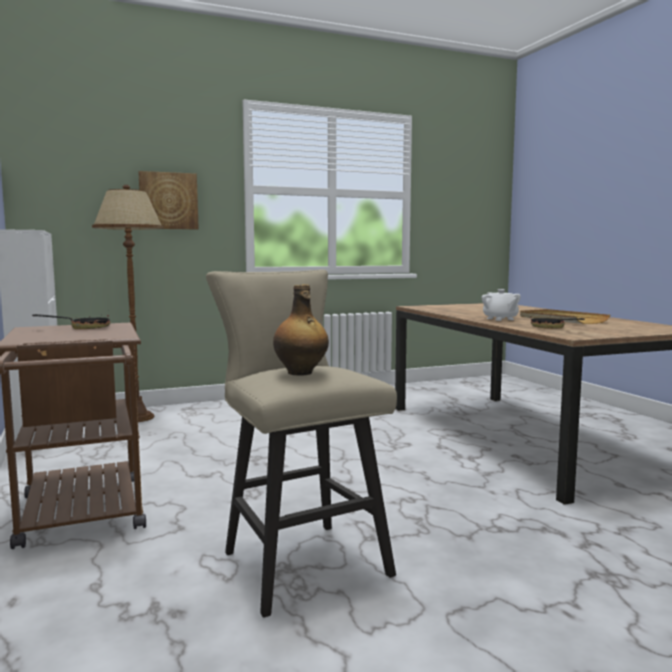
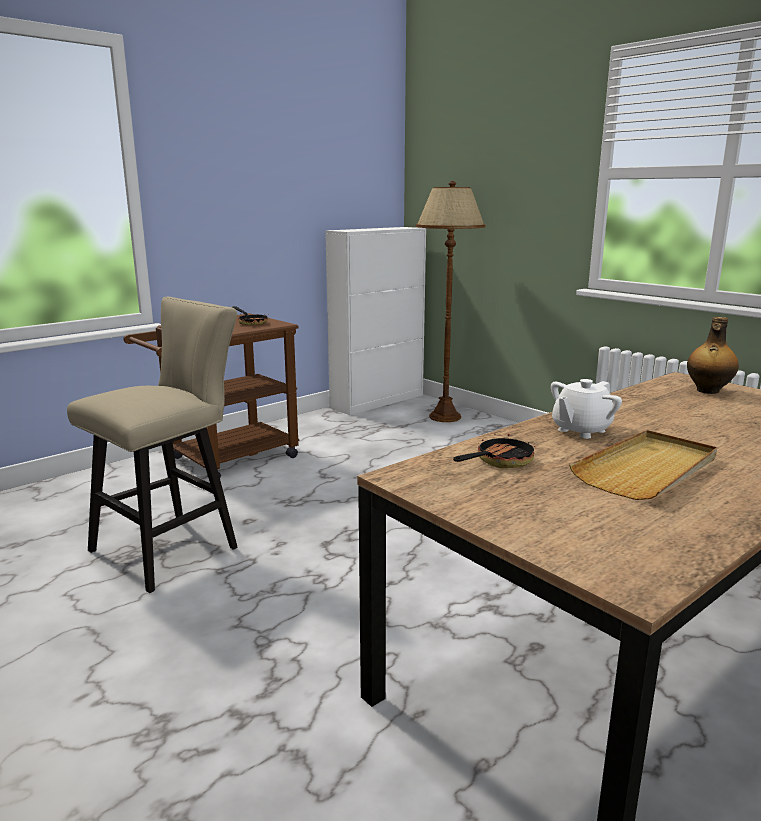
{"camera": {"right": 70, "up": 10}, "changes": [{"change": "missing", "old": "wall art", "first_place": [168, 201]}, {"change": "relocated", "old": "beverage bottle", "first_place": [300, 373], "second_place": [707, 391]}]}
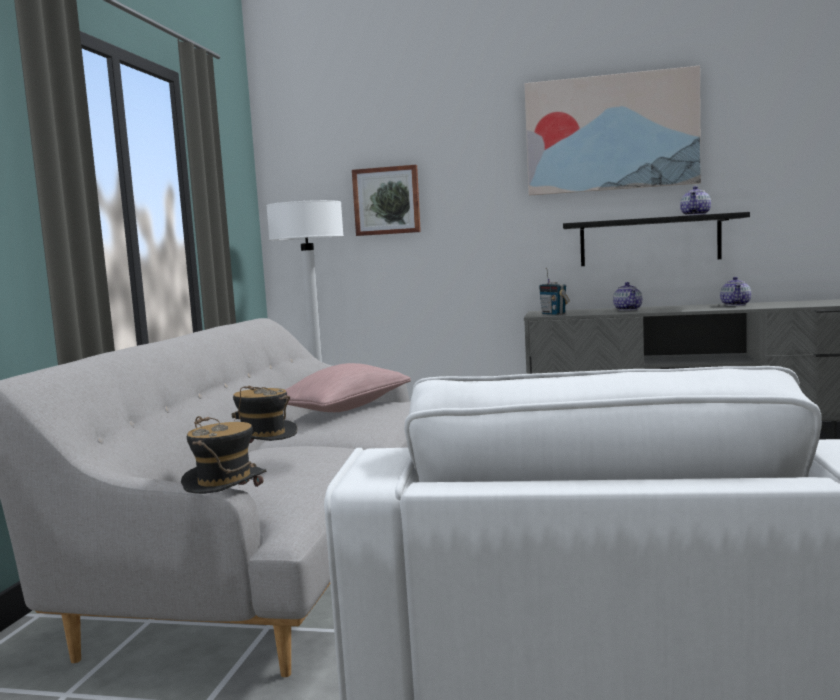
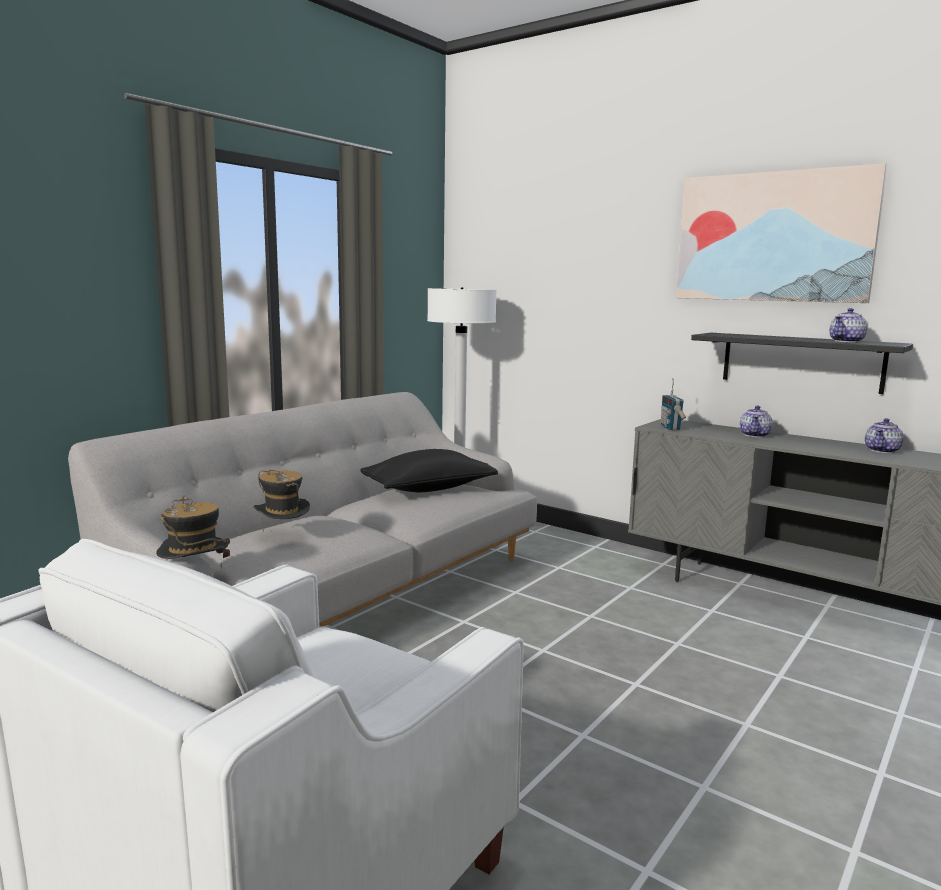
{"camera": {"right": 25, "up": 5}, "changes": [{"change": "missing", "old": "wall art", "first_place": [387, 201]}, {"change": "colour", "old": "throw pillow in pink", "new": "throw pillow in black-coloured", "first_place": [344, 408], "second_place": [429, 489]}]}
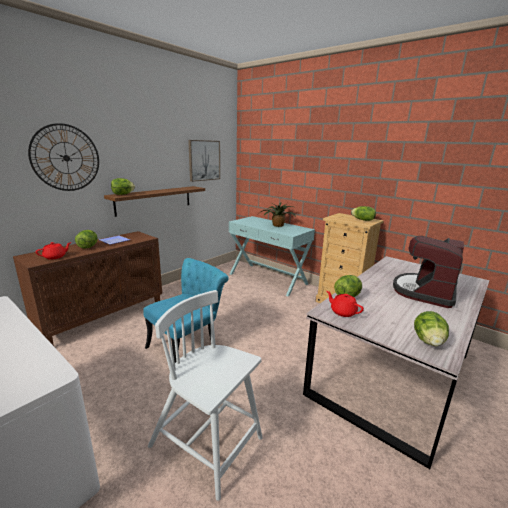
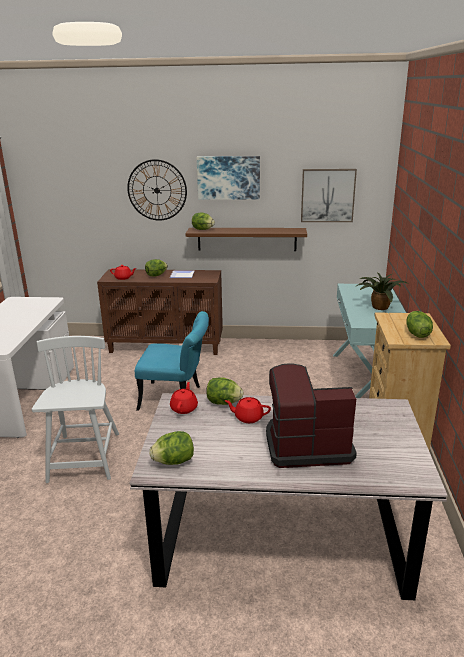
{"camera": {"right": 55, "up": 5}, "changes": [{"change": "appeared", "new": "wall art", "second_place": [228, 177]}, {"change": "appeared", "new": "teapot in red", "second_place": [248, 417]}]}
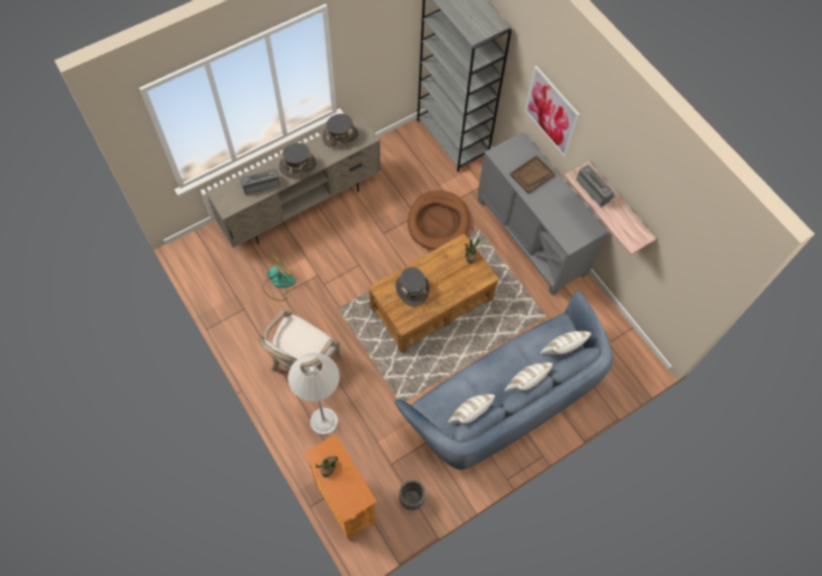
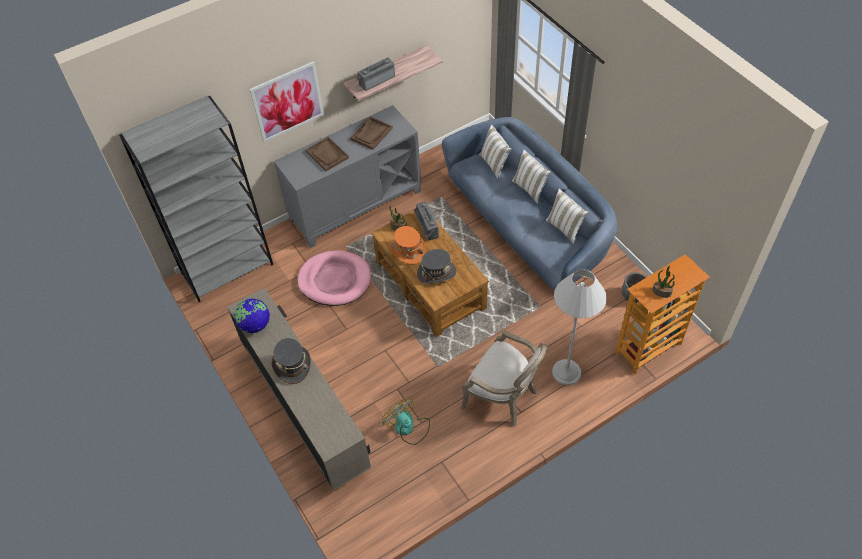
{"camera": {"right": -85, "up": -10}, "changes": [{"change": "appeared", "new": "tray in brown-coloured", "second_place": [371, 134]}, {"change": "appeared", "new": "clothing hat in orange", "second_place": [408, 250]}, {"change": "relocated", "old": "radio", "first_place": [261, 184], "second_place": [425, 227]}, {"change": "exchanged", "old": "clothing hat in grey", "new": "globe", "first_place": [340, 136], "second_place": [255, 325]}, {"change": "colour", "old": "pet bed in brown-coloured", "new": "pet bed in pink", "first_place": [438, 222], "second_place": [335, 280]}]}
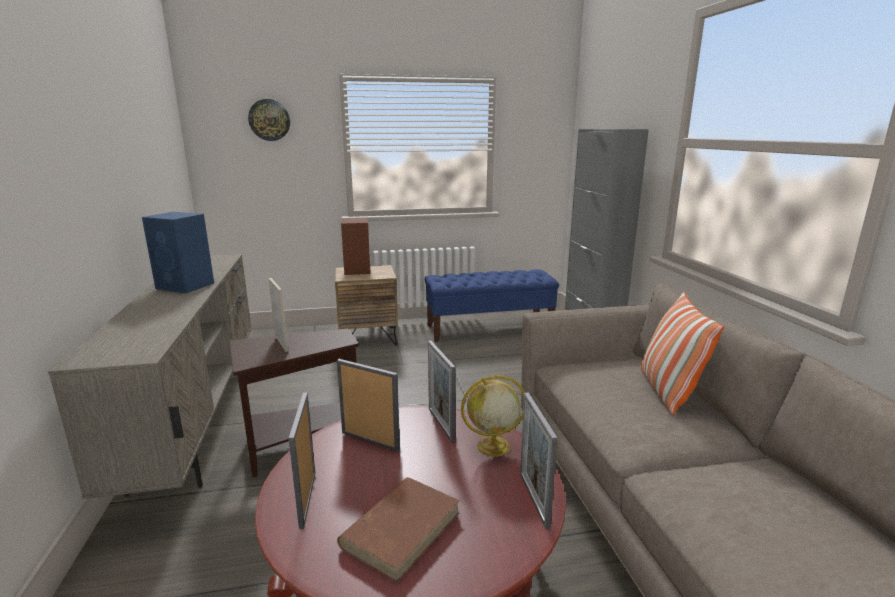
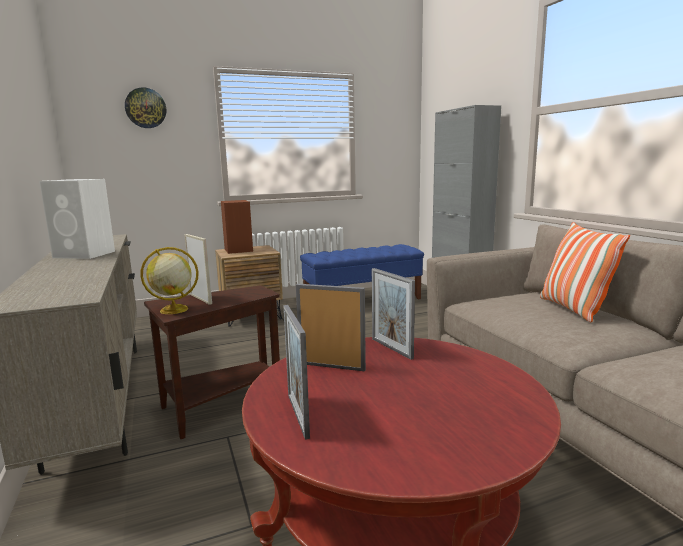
{"camera": {"right": -10, "up": -5}, "changes": [{"change": "missing", "old": "volume in brown-coloured", "first_place": [402, 529]}, {"change": "missing", "old": "picture frame", "first_place": [533, 499]}, {"change": "relocated", "old": "globe", "first_place": [492, 447], "second_place": [173, 310]}, {"change": "colour", "old": "loudspeaker in bluish", "new": "loudspeaker in whitish", "first_place": [186, 286], "second_place": [85, 254]}]}
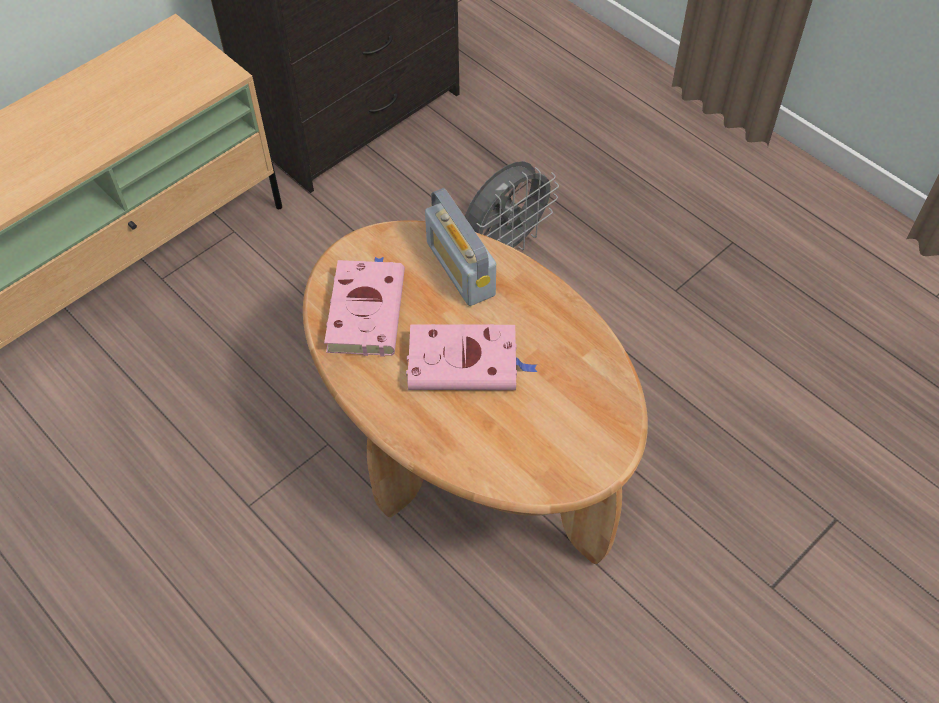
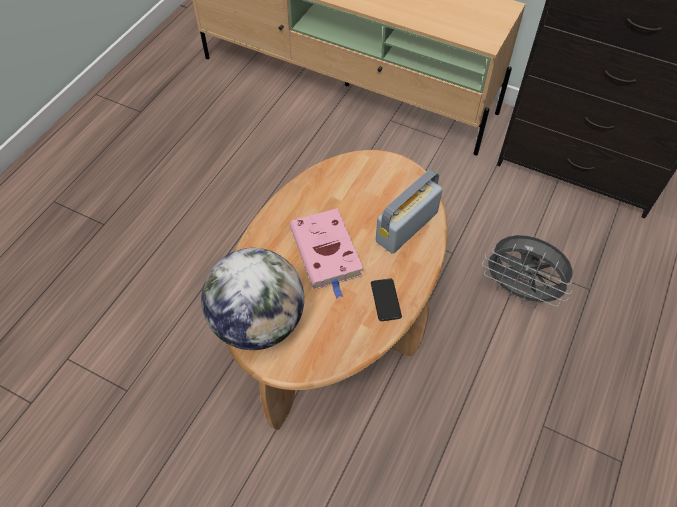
{"camera": {"right": 70, "up": 0}, "changes": [{"change": "missing", "old": "volume in pink", "first_place": [365, 309]}, {"change": "appeared", "new": "globe", "second_place": [258, 322]}, {"change": "appeared", "new": "handset", "second_place": [385, 300]}]}
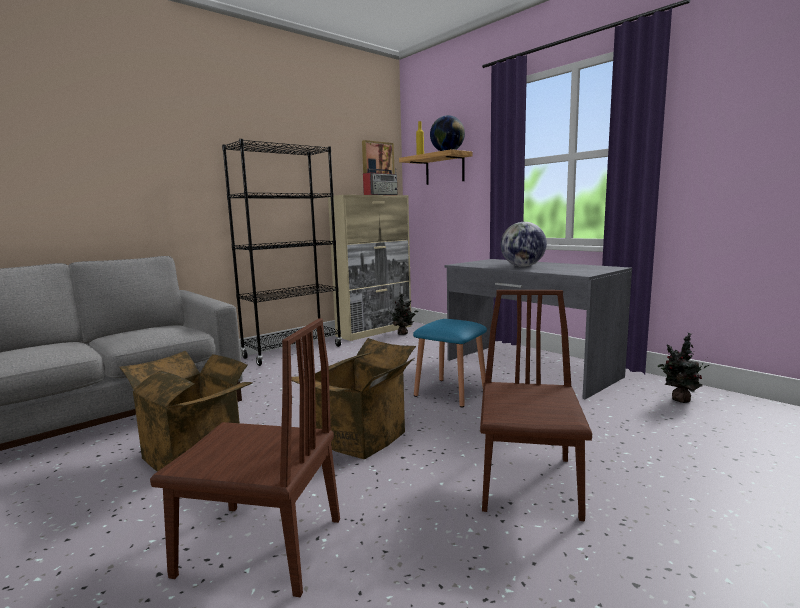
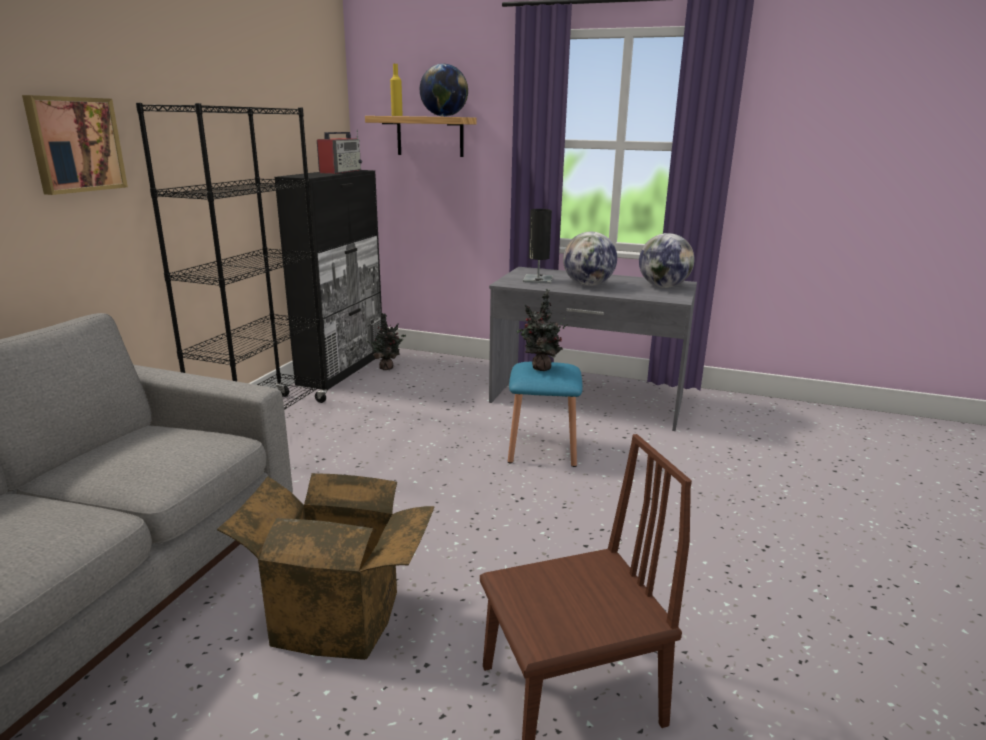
{"camera": {"right": -30, "up": 10}, "changes": [{"change": "missing", "old": "cardboard box", "first_place": [362, 439]}, {"change": "missing", "old": "upright chair in brown-coloured", "first_place": [528, 483]}, {"change": "appeared", "new": "tabletop lamp in black-coloured", "second_place": [538, 279]}, {"change": "appeared", "new": "globe", "second_place": [663, 286]}, {"change": "relocated", "old": "wall art", "first_place": [377, 161], "second_place": [75, 144]}, {"change": "relocated", "old": "potted plant", "first_place": [680, 400], "second_place": [540, 368]}, {"change": "colour", "old": "cupboard in sand-coloured", "new": "cupboard in black-coloured", "first_place": [375, 331], "second_place": [342, 368]}]}
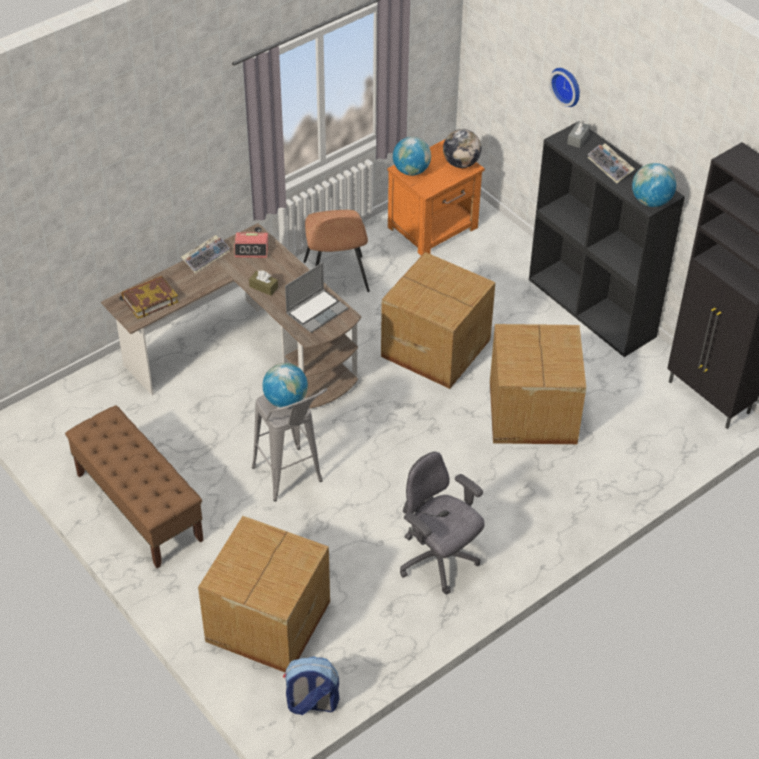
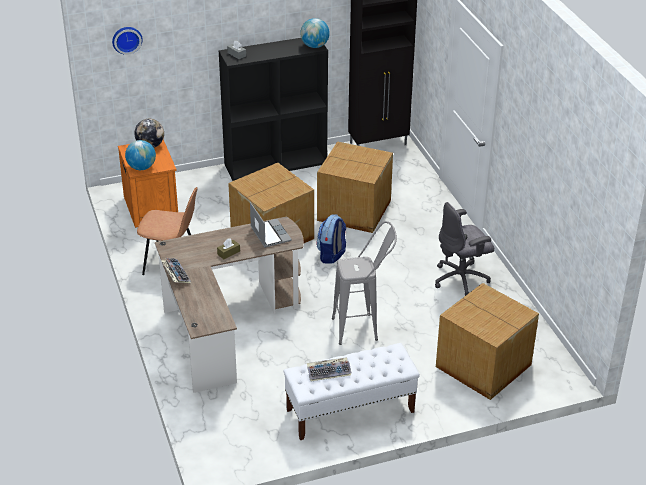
{"camera": {"right": -70, "up": -10}, "changes": [{"change": "missing", "old": "volume", "first_place": [149, 299]}, {"change": "missing", "old": "bedside clock", "first_place": [251, 249]}, {"change": "missing", "old": "globe", "first_place": [285, 400]}, {"change": "relocated", "old": "rucksack", "first_place": [311, 703], "second_place": [331, 255]}, {"change": "relocated", "old": "wall clock", "first_place": [567, 86], "second_place": [126, 39]}, {"change": "relocated", "old": "computer keyboard", "first_place": [611, 167], "second_place": [329, 372]}, {"change": "colour", "old": "long seat in brown-coloured", "new": "long seat in whitish", "first_place": [138, 507], "second_place": [350, 411]}]}
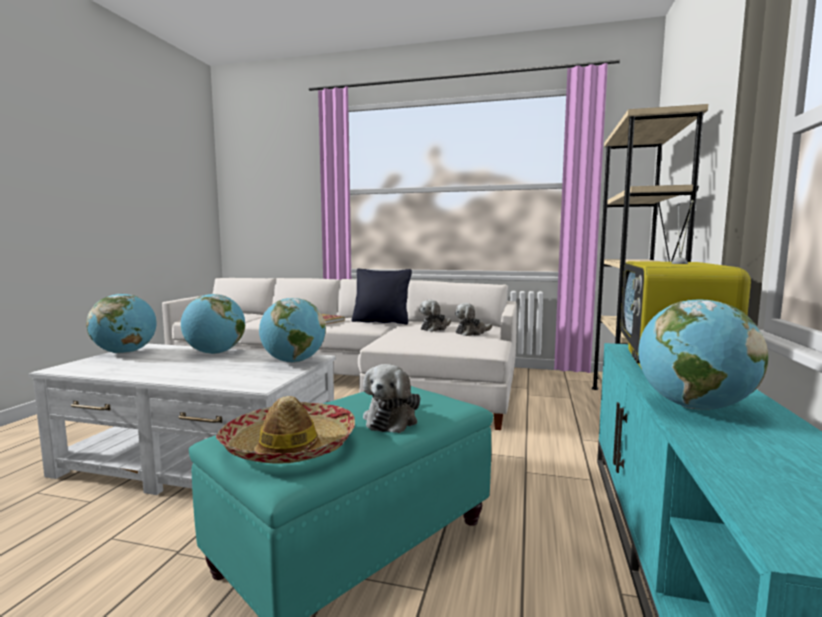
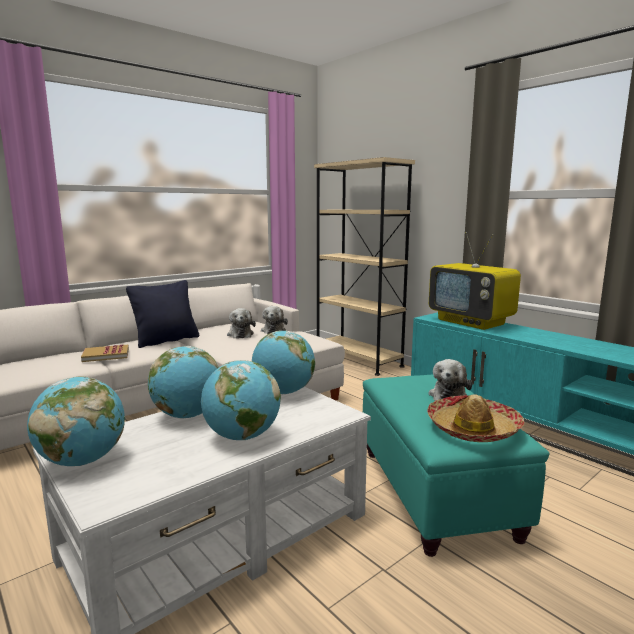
{"camera": {"right": -55, "up": 5}, "changes": [{"change": "relocated", "old": "globe", "first_place": [693, 407], "second_place": [242, 437]}, {"change": "spun", "old": "plush toy", "first_place": [392, 419], "second_place": [448, 396], "degrees": 60}]}
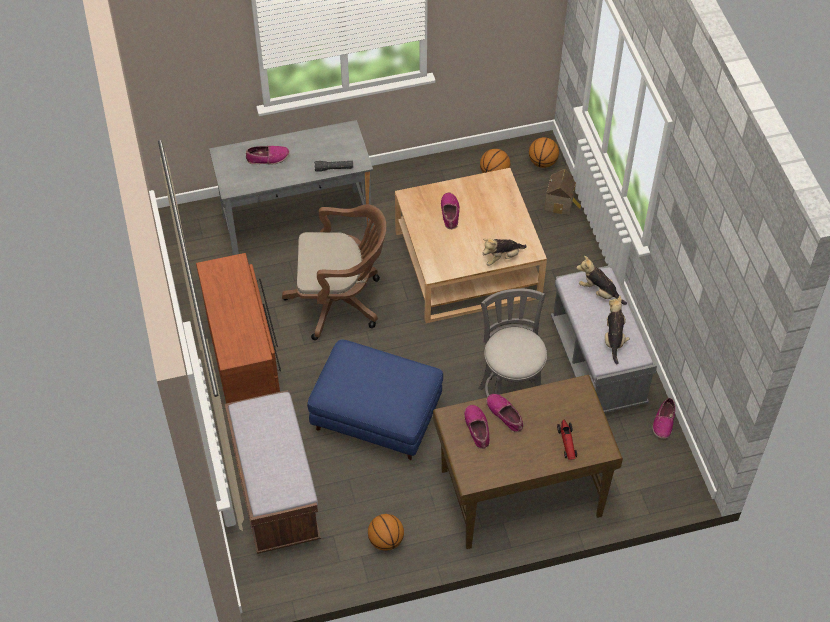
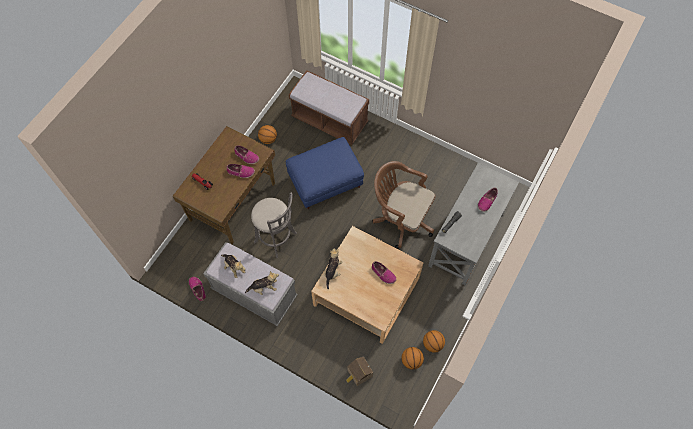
{"camera": {"right": 135, "up": 10}, "changes": [{"change": "missing", "old": "drawer chest in brown-coloured", "first_place": [245, 362]}, {"change": "relocated", "old": "basketball ball", "first_place": [543, 162], "second_place": [432, 344]}, {"change": "spun", "old": "office chair in brown-coloured", "first_place": [340, 301], "second_place": [400, 219], "degrees": 75}]}
